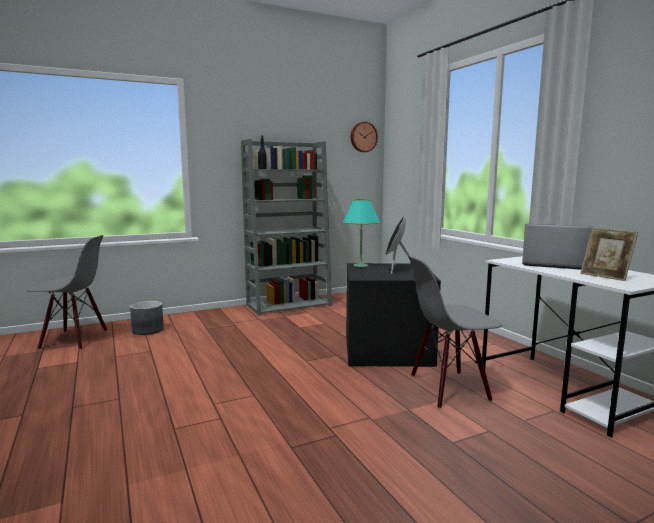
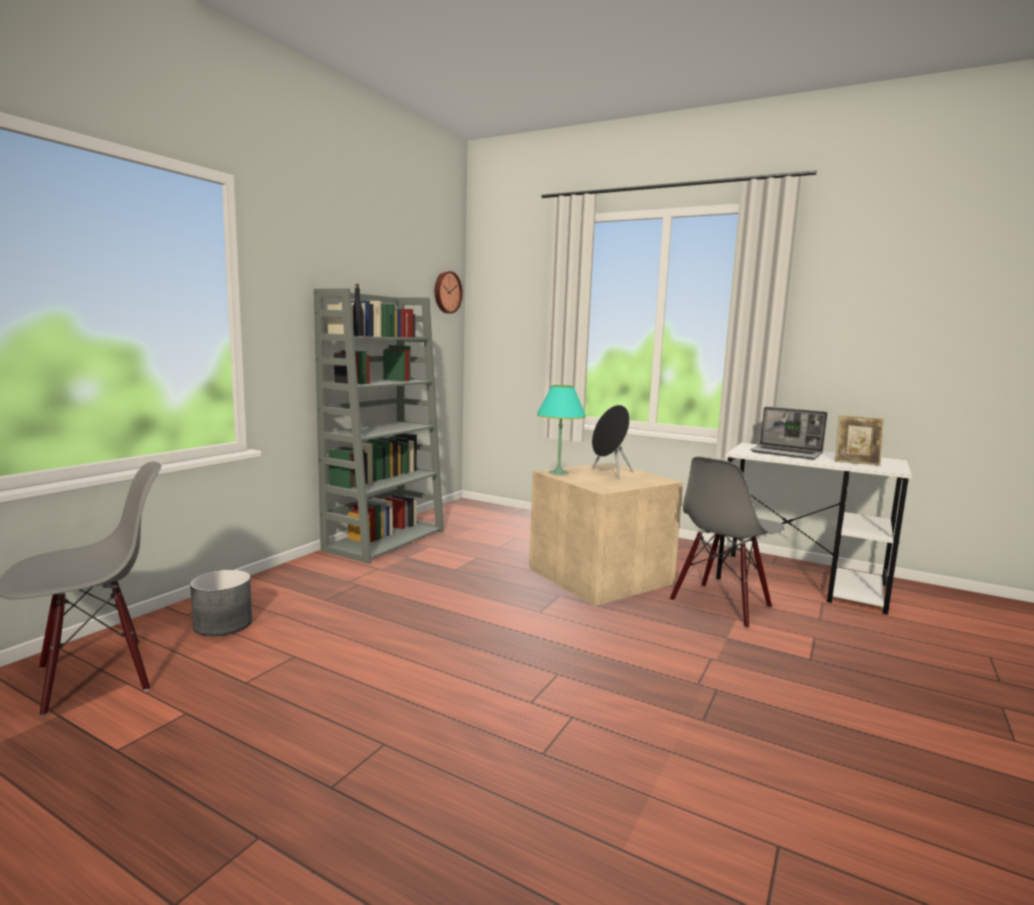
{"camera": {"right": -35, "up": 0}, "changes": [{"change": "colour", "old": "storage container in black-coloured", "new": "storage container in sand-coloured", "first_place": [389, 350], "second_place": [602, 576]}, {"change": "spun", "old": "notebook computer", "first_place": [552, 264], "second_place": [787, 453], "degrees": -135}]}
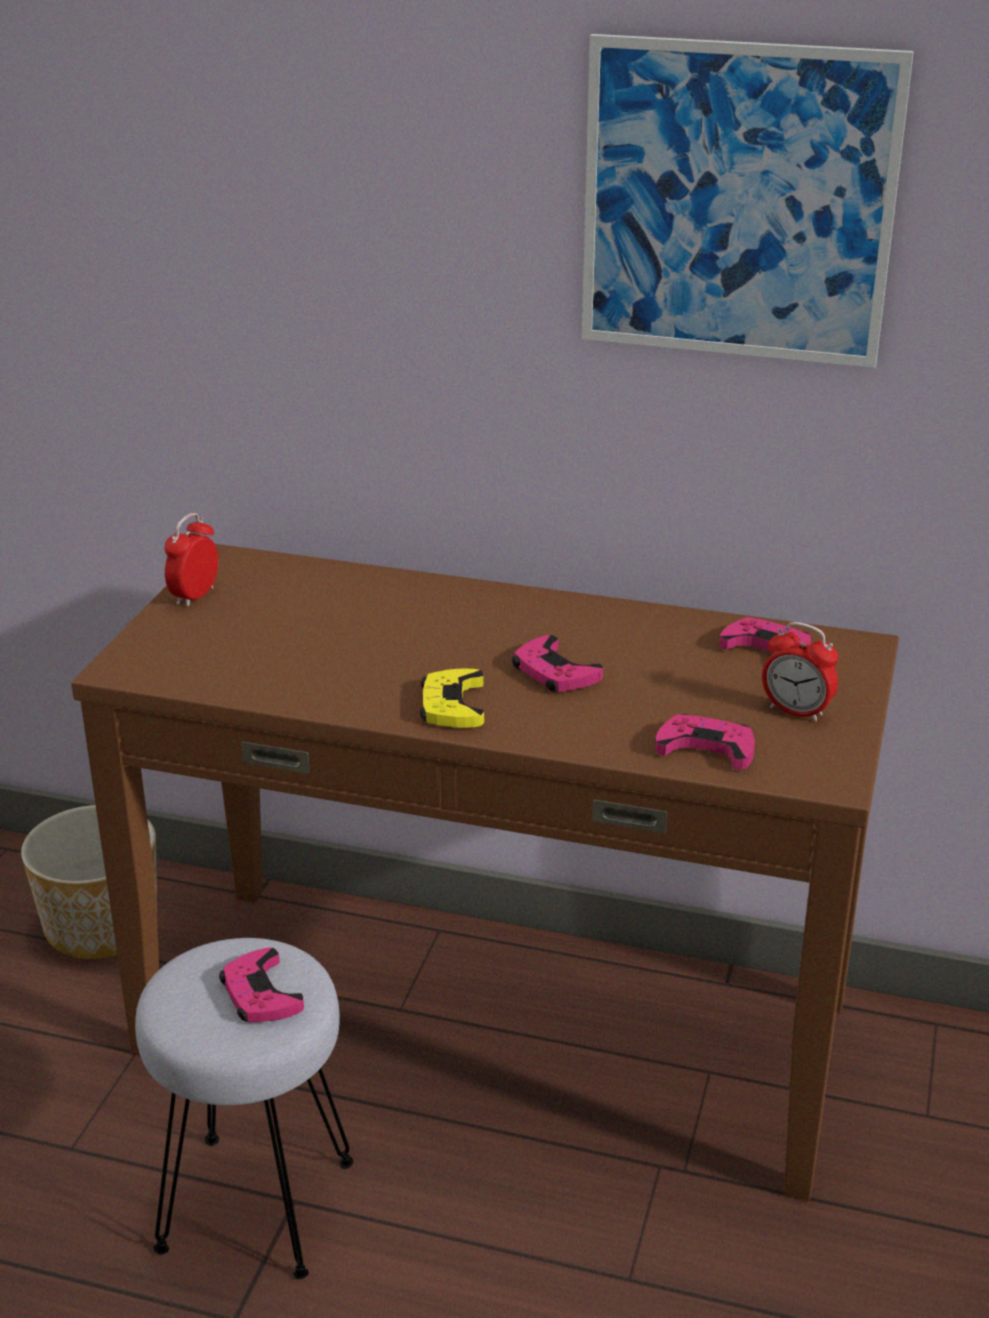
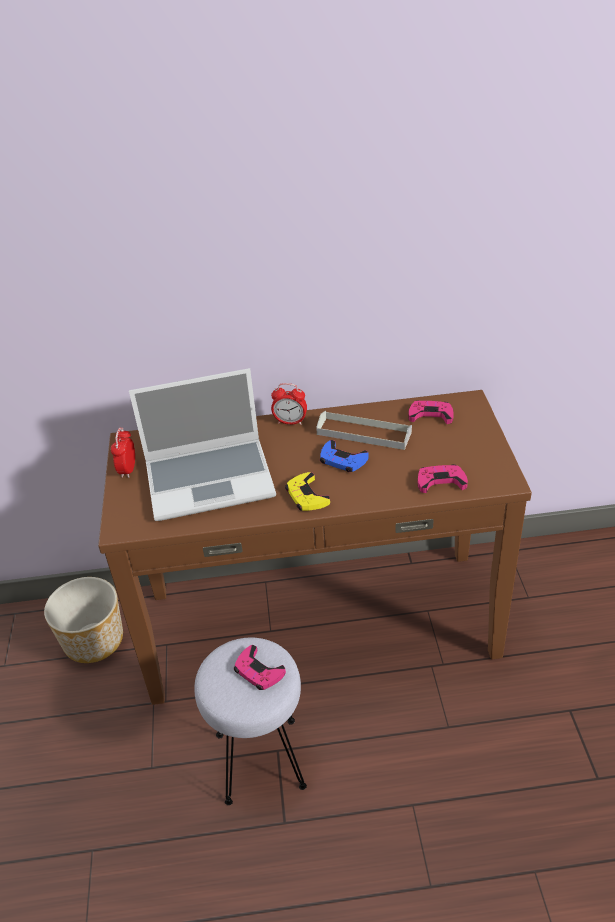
{"camera": {"right": -20, "up": 10}, "changes": [{"change": "missing", "old": "wall art", "first_place": [737, 203]}, {"change": "appeared", "new": "notebook computer", "second_place": [211, 479]}, {"change": "appeared", "new": "tray in grey", "second_place": [364, 433]}, {"change": "relocated", "old": "bedside clock", "first_place": [796, 711], "second_place": [290, 422]}, {"change": "colour", "old": "game controller in pink", "new": "game controller in bluish", "first_place": [554, 672], "second_place": [342, 460]}]}
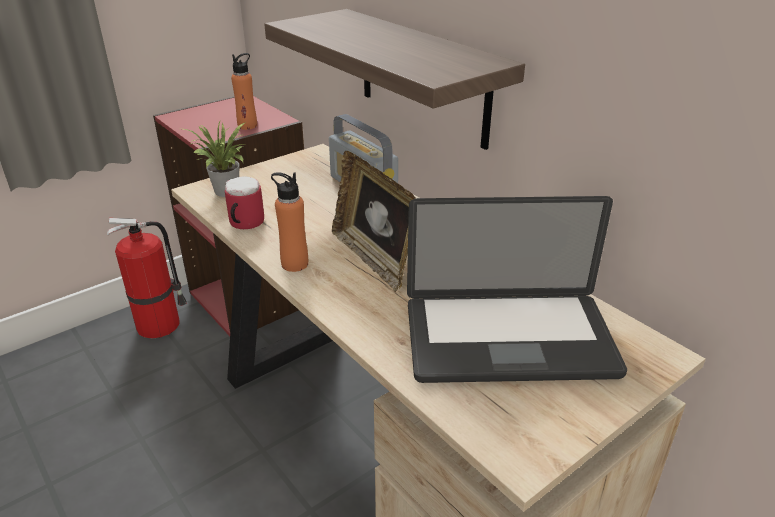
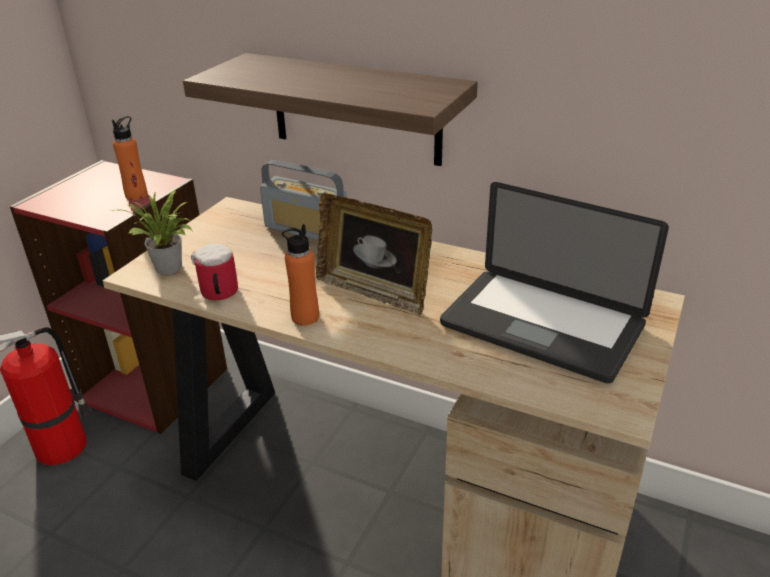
{"camera": {"right": -25, "up": 0}, "changes": [{"change": "spun", "old": "notebook computer", "first_place": [508, 340], "second_place": [541, 325], "degrees": 60}]}
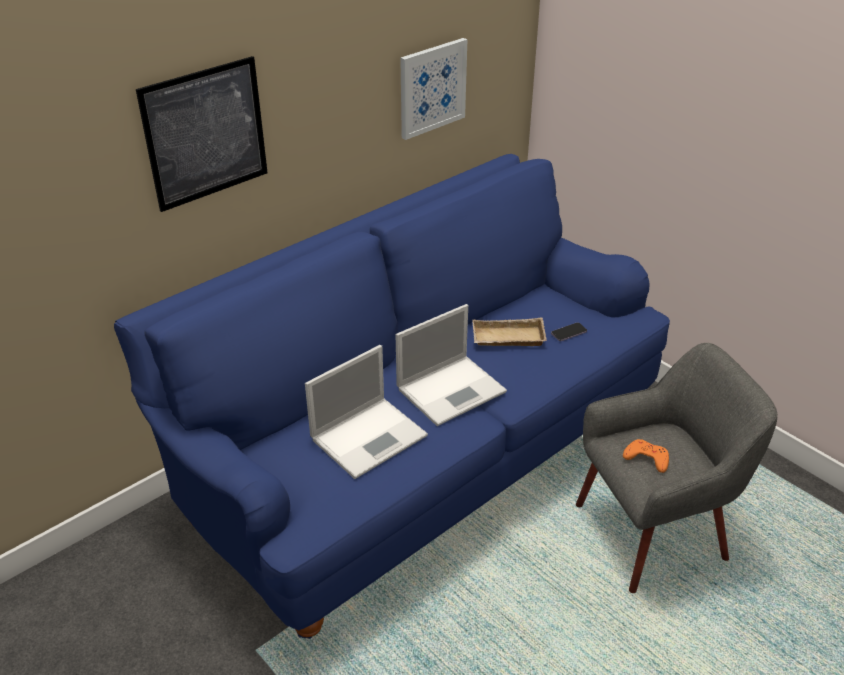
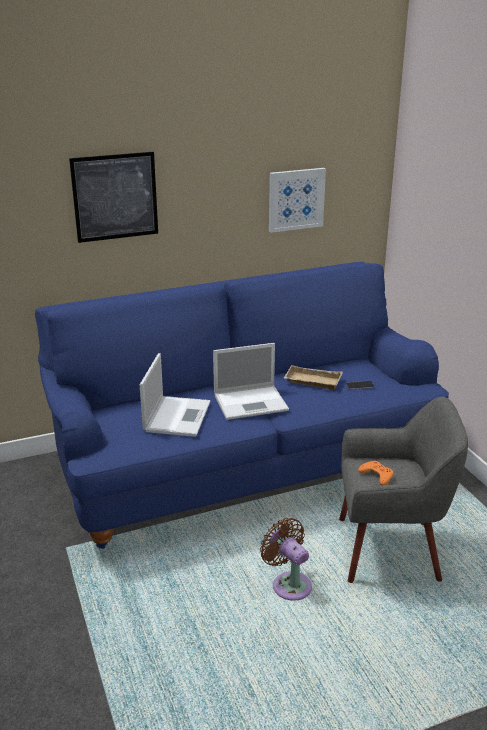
{"camera": {"right": 20, "up": -10}, "changes": [{"change": "appeared", "new": "fan in brown-coloured", "second_place": [289, 584]}, {"change": "spun", "old": "notebook computer", "first_place": [370, 436], "second_place": [177, 416], "degrees": -60}]}
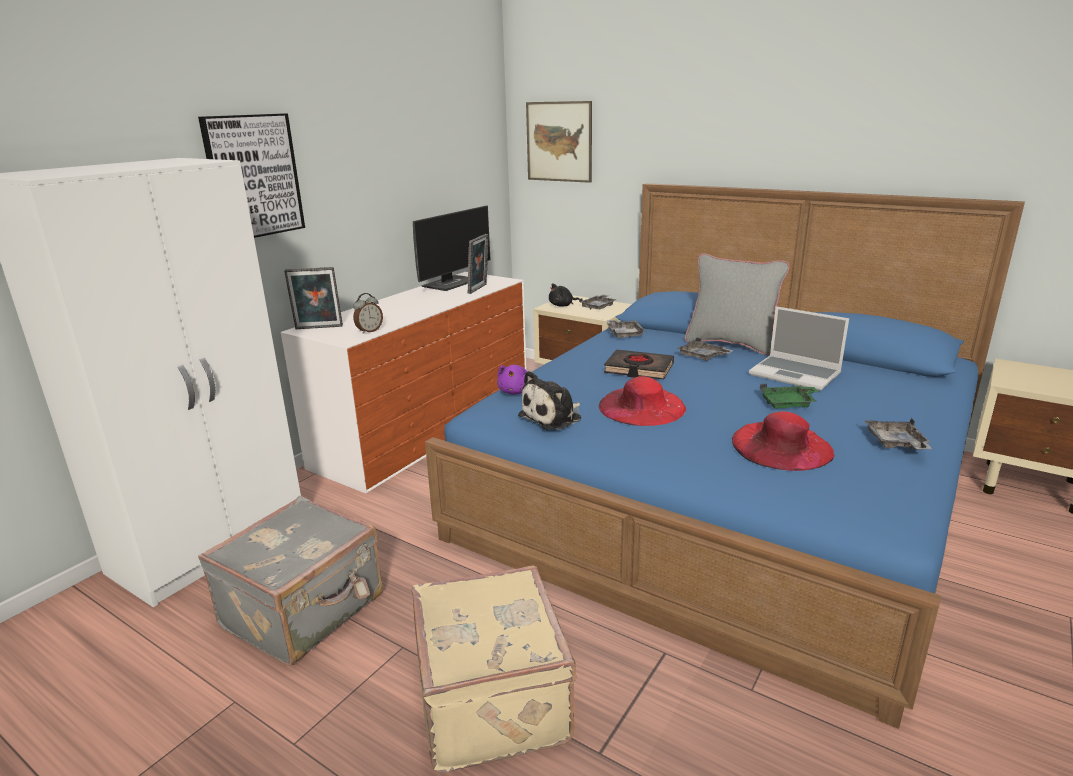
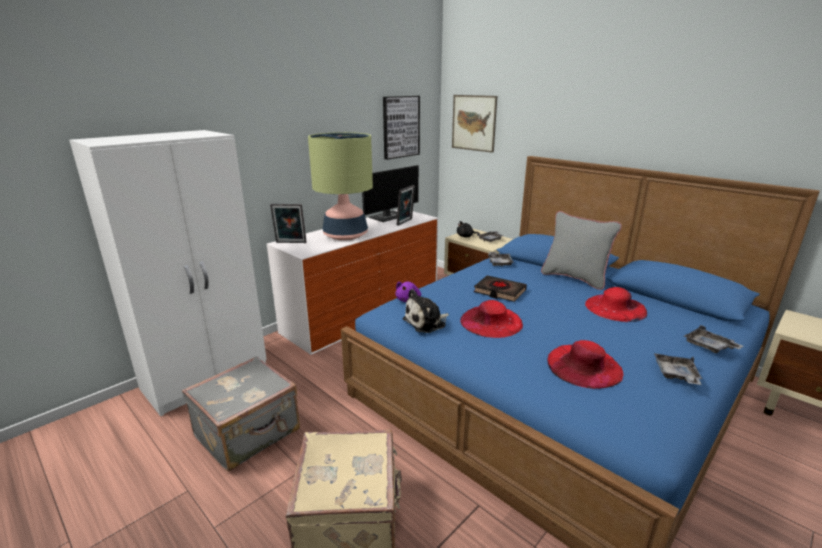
{"camera": {"right": 10, "up": 0}, "changes": [{"change": "missing", "old": "bedside clock", "first_place": [369, 331]}, {"change": "missing", "old": "tray in greenish", "first_place": [788, 404]}, {"change": "appeared", "new": "tabletop lamp", "second_place": [345, 235]}, {"change": "relocated", "old": "wall art", "first_place": [253, 176], "second_place": [400, 127]}, {"change": "relocated", "old": "tray in grey", "first_place": [703, 357], "second_place": [709, 346]}, {"change": "exchanged", "old": "notebook computer", "new": "clothing hat in red", "first_place": [796, 374], "second_place": [615, 308]}]}
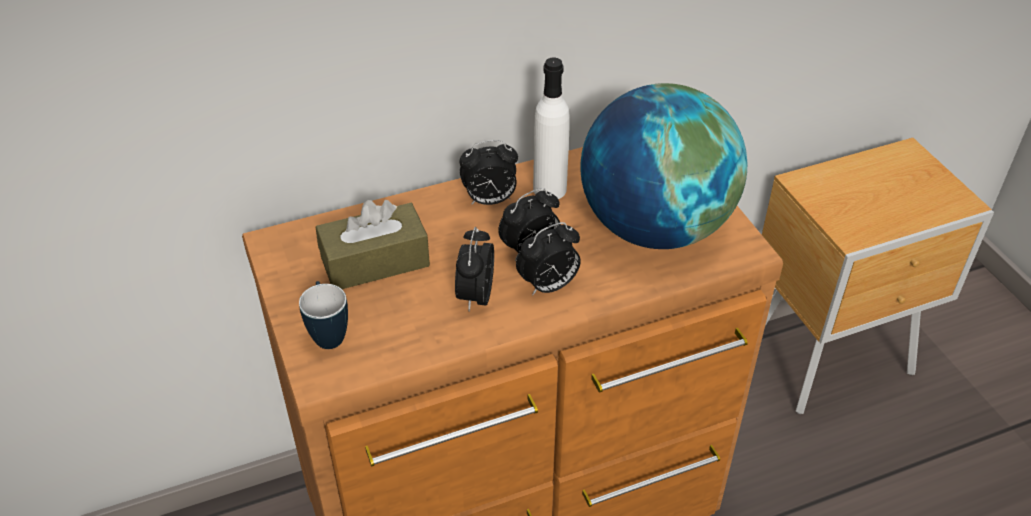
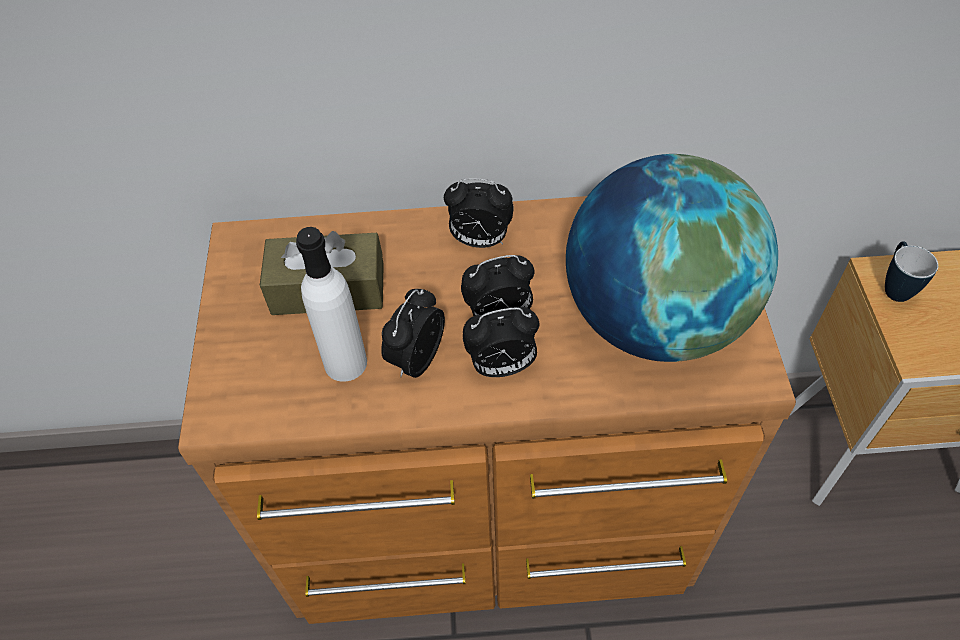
{"camera": {"right": 20, "up": 10}, "changes": [{"change": "relocated", "old": "coffee mug", "first_place": [328, 333], "second_place": [894, 287]}, {"change": "relocated", "old": "beverage bottle in whitish", "first_place": [549, 189], "second_place": [345, 363]}]}
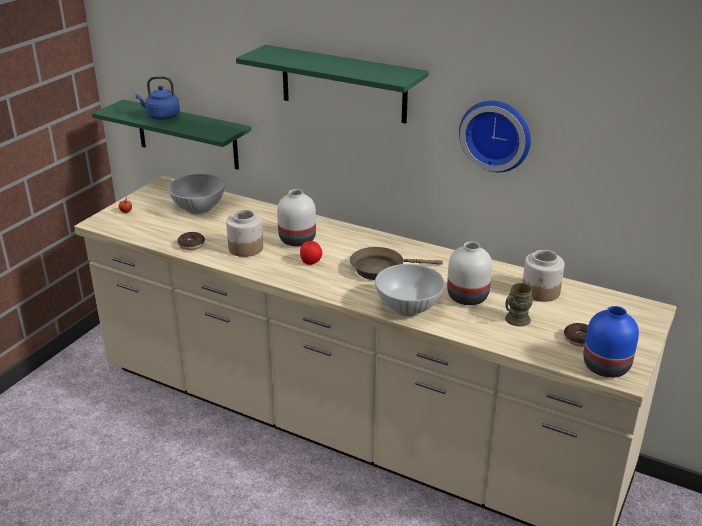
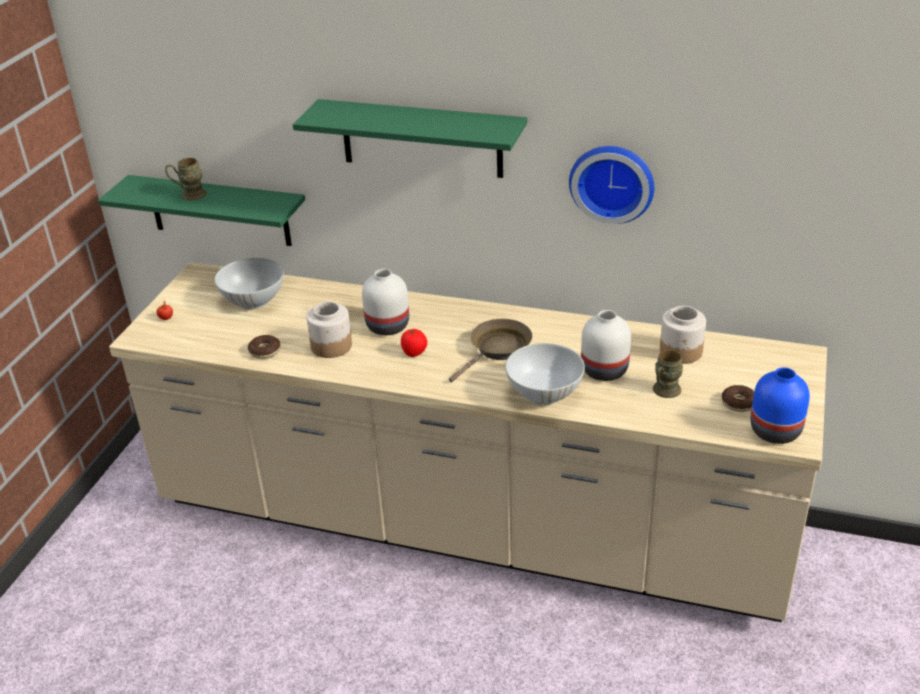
{"camera": {"right": -10, "up": 5}, "changes": [{"change": "exchanged", "old": "tea kettle in bluish", "new": "coffee mug in brown-coloured", "first_place": [161, 117], "second_place": [189, 195]}, {"change": "spun", "old": "skillet in brown-coloured", "first_place": [381, 269], "second_place": [498, 350], "degrees": 150}]}
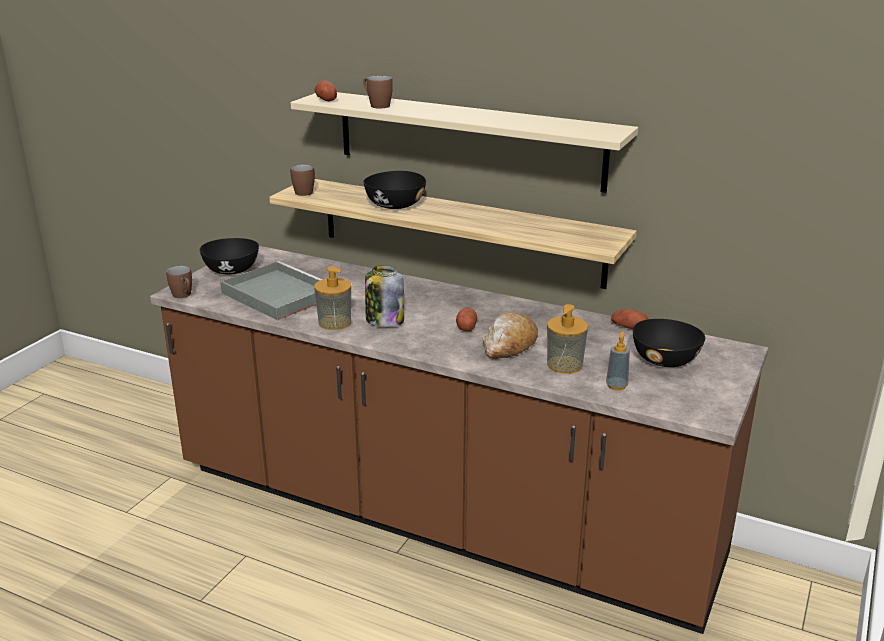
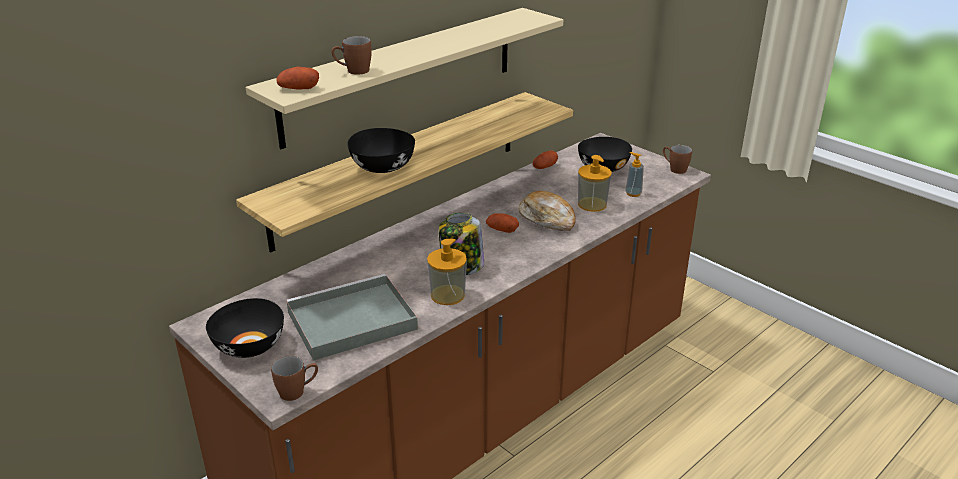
{"camera": {"right": -70, "up": 5}, "changes": [{"change": "relocated", "old": "coffee mug in brown-coloured", "first_place": [306, 191], "second_place": [674, 169]}]}
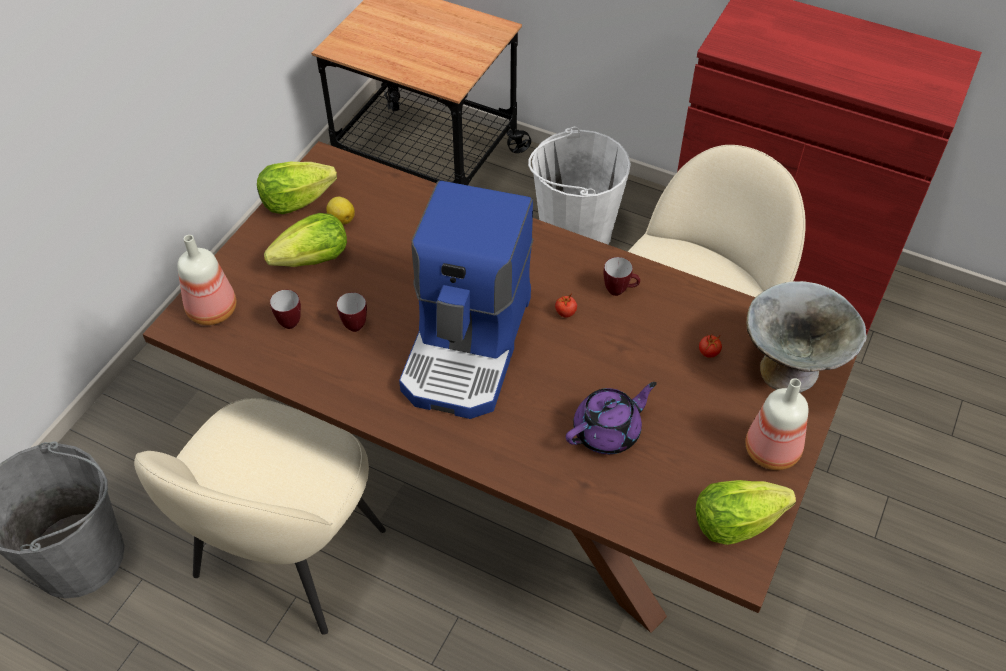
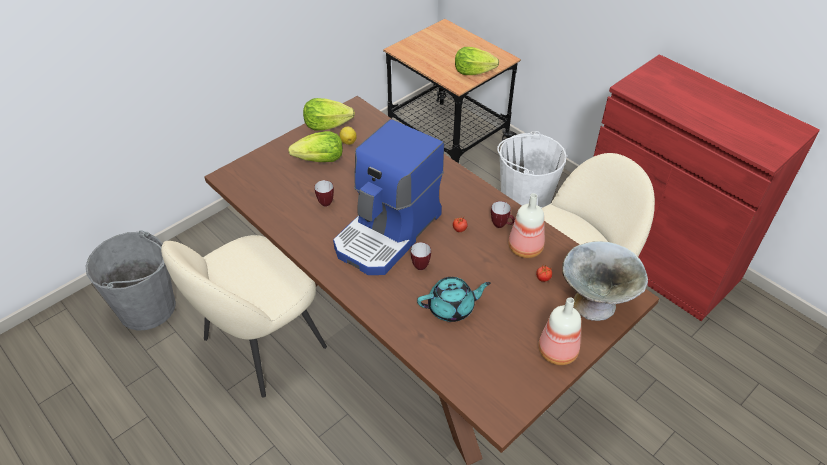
{"camera": {"right": 20, "up": -5}, "changes": [{"change": "relocated", "old": "beverage bottle", "first_place": [213, 309], "second_place": [525, 247]}, {"change": "relocated", "old": "coffee mug", "first_place": [288, 320], "second_place": [420, 264]}, {"change": "relocated", "old": "lettuce head", "first_place": [734, 522], "second_place": [473, 72]}, {"change": "colour", "old": "teapot in purple-coloured", "new": "teapot in turquoise", "first_place": [608, 431], "second_place": [452, 307]}]}
